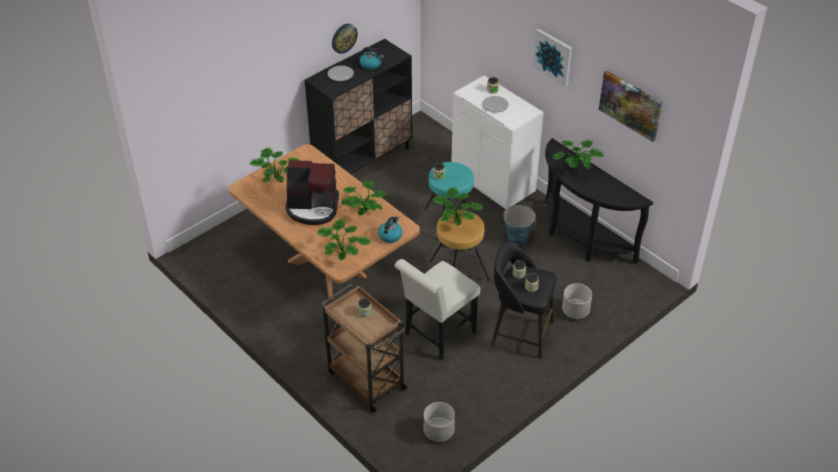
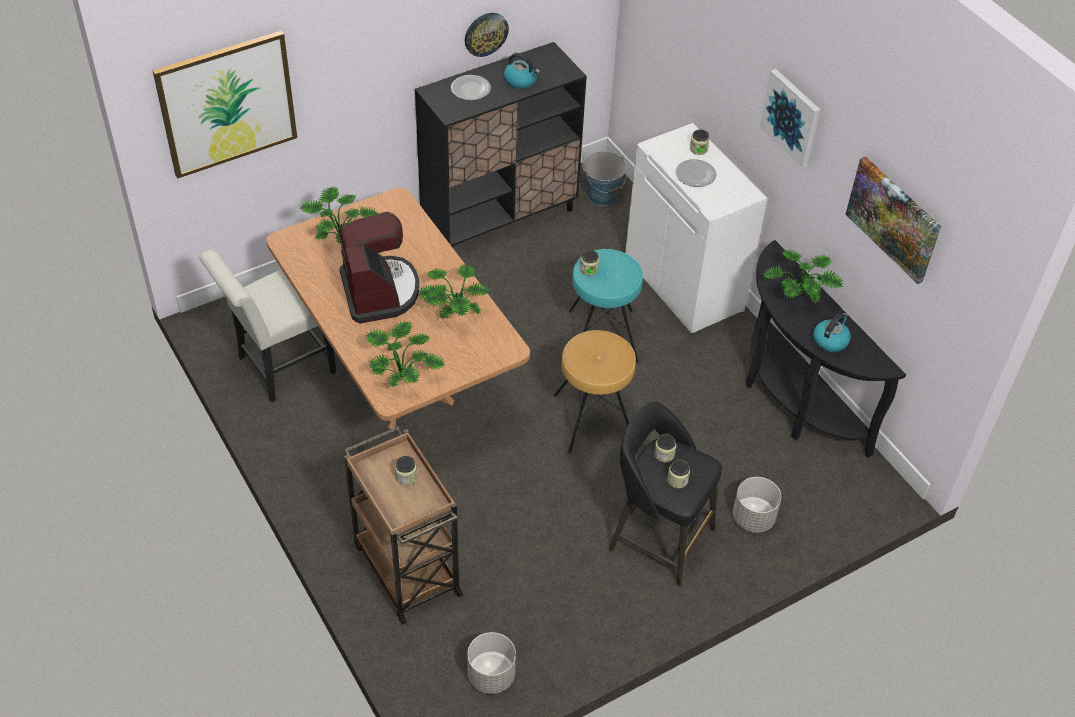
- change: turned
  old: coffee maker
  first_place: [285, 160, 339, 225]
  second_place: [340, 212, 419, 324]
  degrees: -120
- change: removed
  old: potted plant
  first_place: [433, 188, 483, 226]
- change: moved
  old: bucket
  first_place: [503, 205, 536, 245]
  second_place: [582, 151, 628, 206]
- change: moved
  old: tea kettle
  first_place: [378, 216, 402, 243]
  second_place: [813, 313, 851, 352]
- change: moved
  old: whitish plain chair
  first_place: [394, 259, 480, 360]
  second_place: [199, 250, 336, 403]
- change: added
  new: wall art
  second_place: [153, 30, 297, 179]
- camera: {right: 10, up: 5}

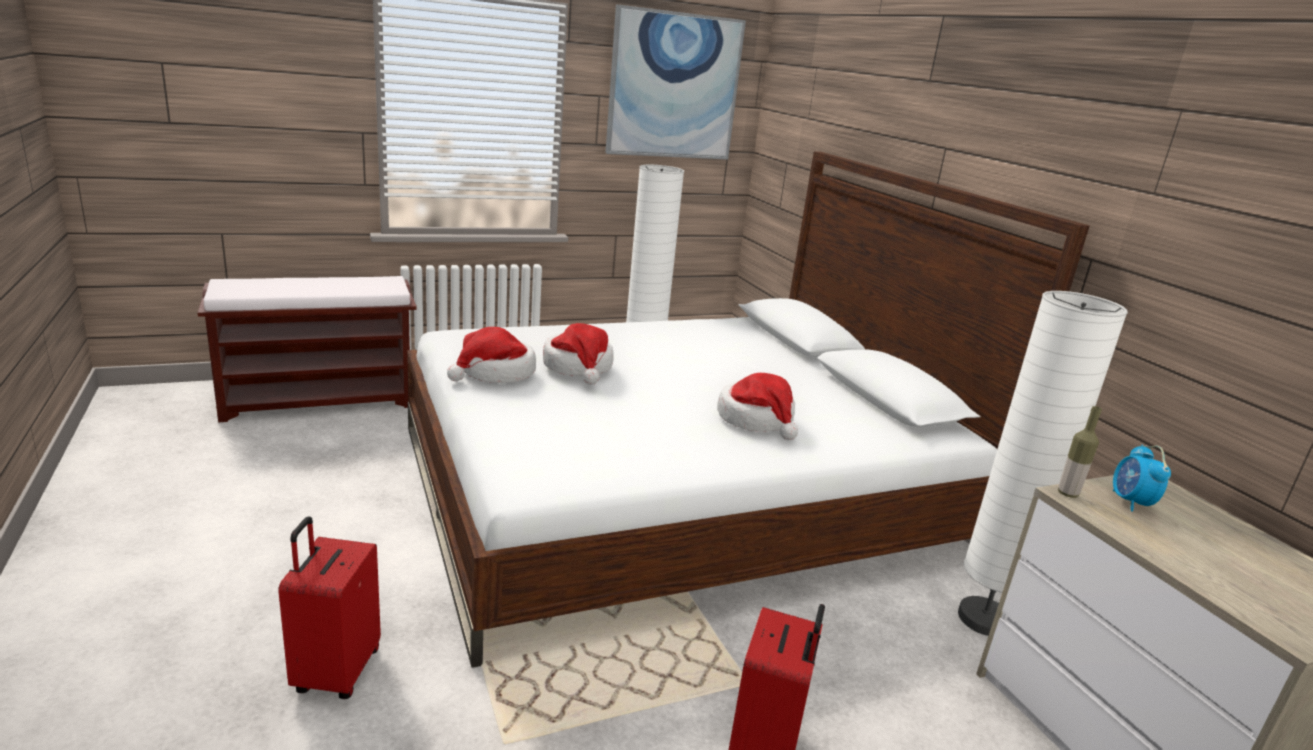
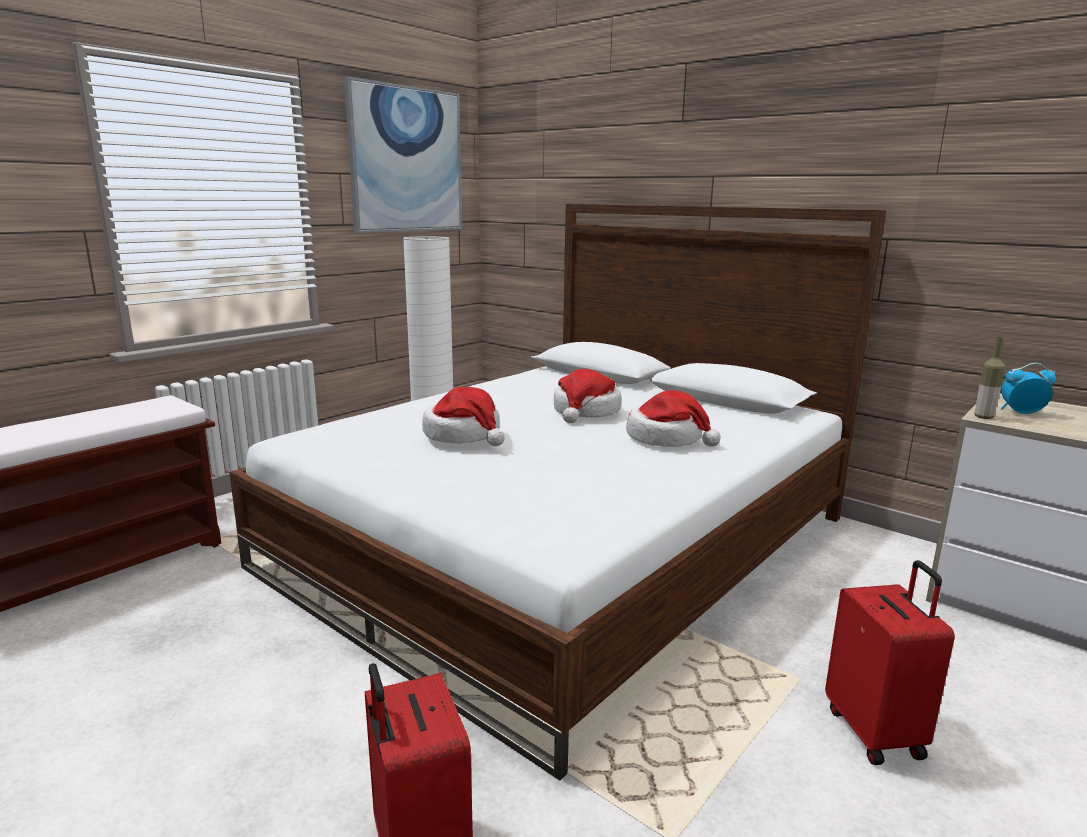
- change: removed
  old: whitish standard lamp
  first_place: [958, 291, 1128, 636]
- change: moved
  old: wearable hat
  first_place: [447, 327, 536, 383]
  second_place: [554, 369, 622, 423]
- change: turned
  old: table clock
  first_place: [1113, 445, 1171, 511]
  second_place: [1001, 363, 1056, 414]
  degrees: 120
- camera: {right: -25, up: -5}

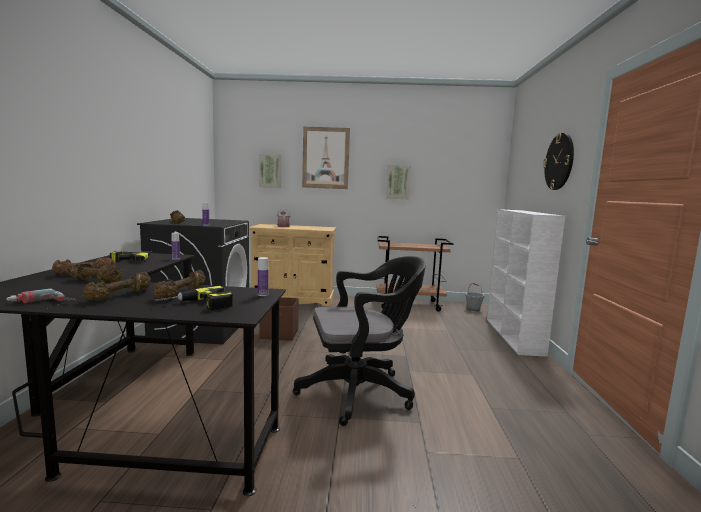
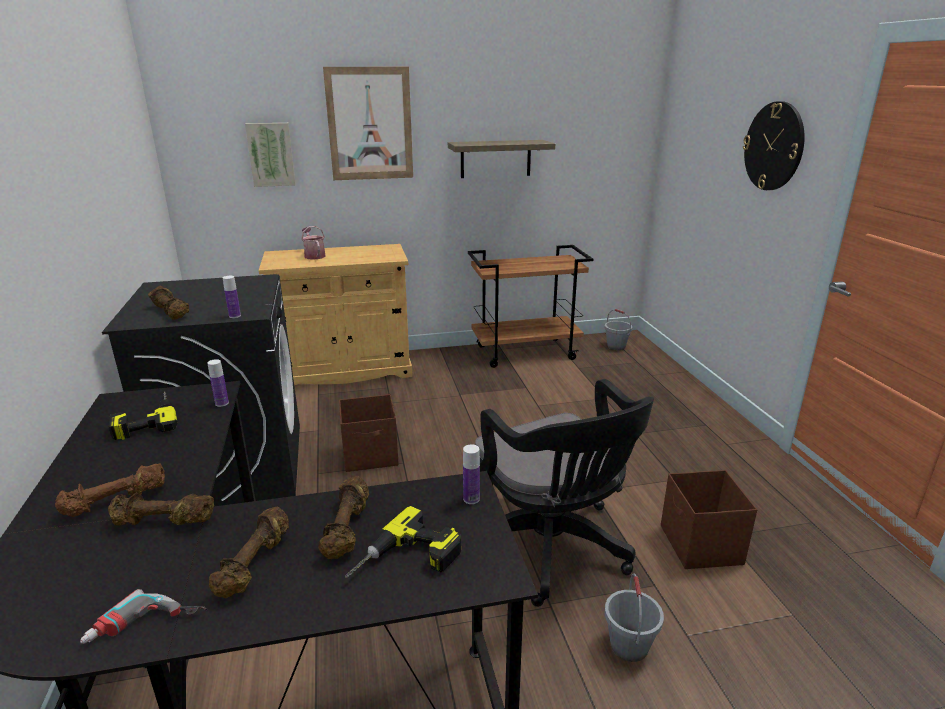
- change: replaced
  old: wall art
  new: shelf
  first_place: [386, 165, 411, 199]
  second_place: [448, 140, 555, 178]
- change: removed
  old: whitish bookcase
  first_place: [487, 209, 565, 357]
- change: turned
  old: black desk chair
  first_place: [293, 256, 426, 426]
  second_place: [475, 379, 654, 607]
  degrees: 90
- change: added
  new: brown-coloured storage container
  second_place: [661, 470, 757, 569]
- change: added
  new: greyish bucket
  second_place: [605, 573, 664, 662]
- camera: {right: -15, up: 15}

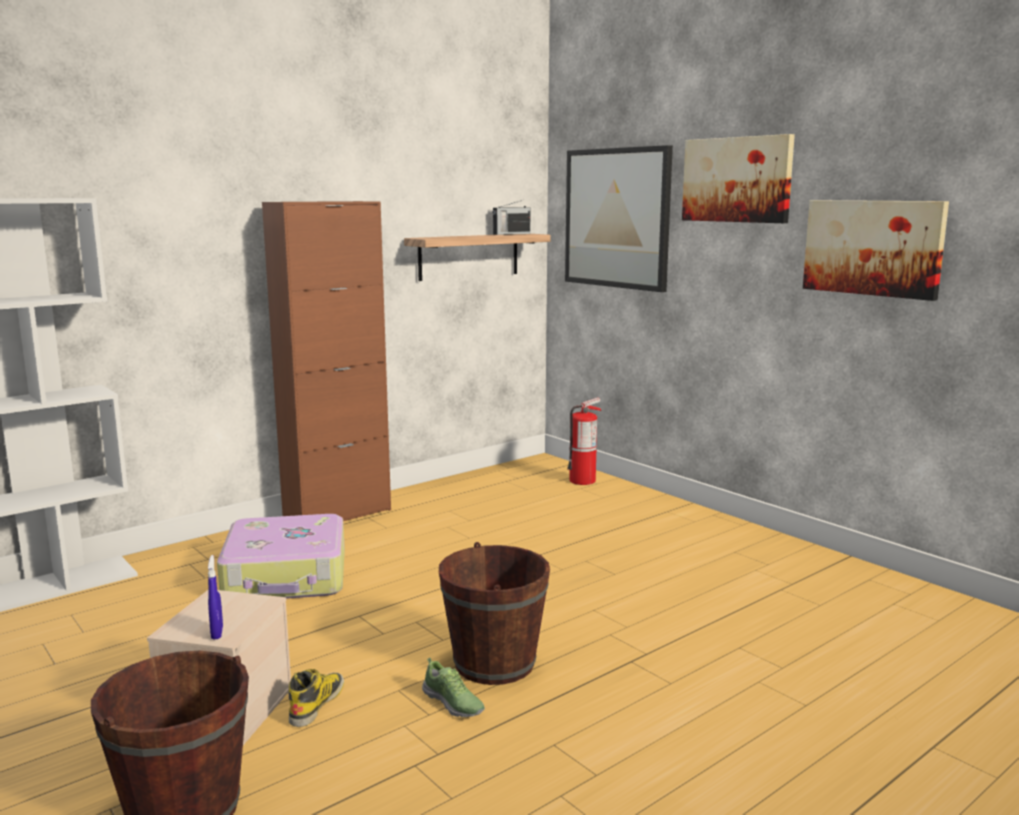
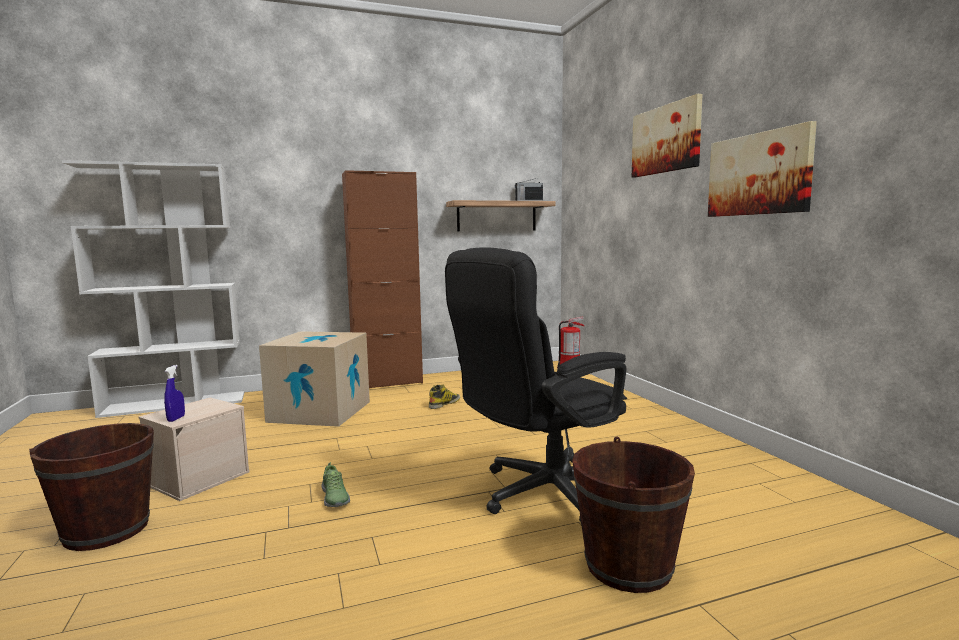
- change: removed
  old: wall art
  first_place: [565, 145, 673, 292]
- change: replaced
  old: suitcase
  new: carton
  first_place: [217, 514, 345, 599]
  second_place: [259, 331, 370, 427]
- change: moved
  old: brown-coloured bucket
  first_place: [439, 542, 550, 685]
  second_place: [572, 436, 695, 593]
- change: moved
  old: high-top boot
  first_place: [288, 669, 344, 727]
  second_place: [429, 385, 460, 409]
- change: added
  new: black desk chair
  second_place: [445, 247, 627, 522]
- camera: {right: 20, up: -5}

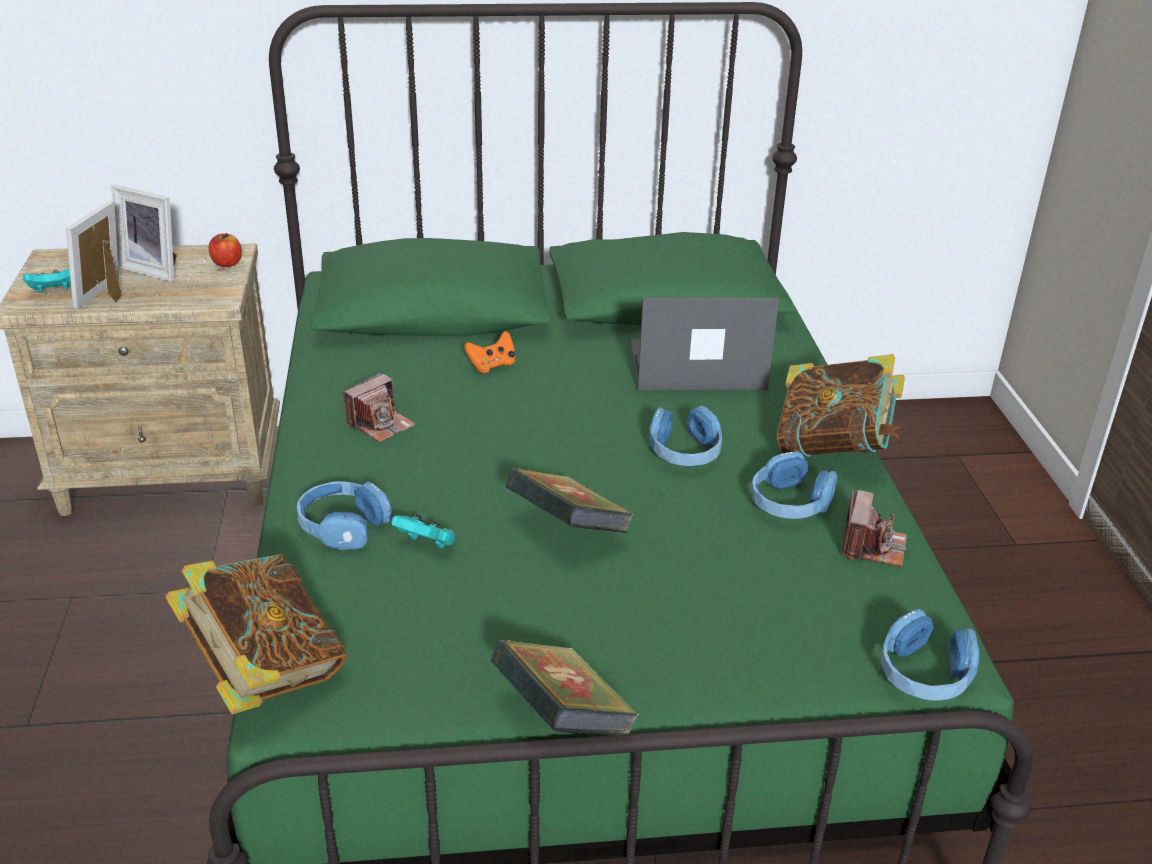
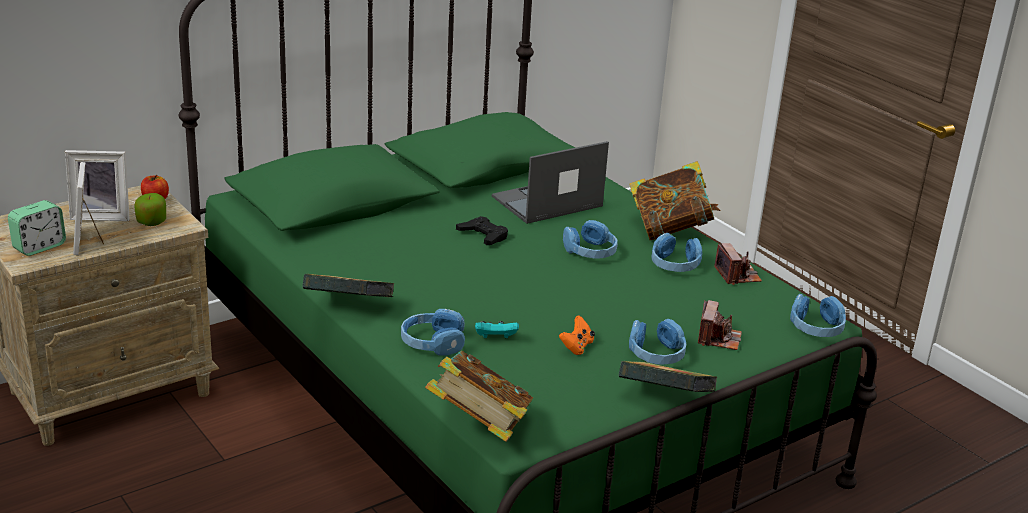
- change: replaced
  old: turquoise-coloured gamepad
  new: table clock
  first_place: [23, 269, 71, 292]
  second_place: [8, 200, 66, 256]
- change: moved
  old: orangey gamepad
  first_place: [464, 331, 515, 373]
  second_place: [559, 315, 595, 355]
- change: moved
  old: still camera
  first_place: [343, 373, 416, 442]
  second_place: [698, 300, 742, 350]
- change: moved
  old: book
  first_place: [505, 468, 634, 533]
  second_place: [302, 274, 395, 297]
- change: added
  new: apple
  second_place: [134, 193, 166, 226]
- change: added
  new: black gamepad
  second_place: [456, 216, 508, 245]
- change: added
  new: bluish headphones
  second_place: [629, 319, 686, 365]
- camera: {right: -30, up: -5}

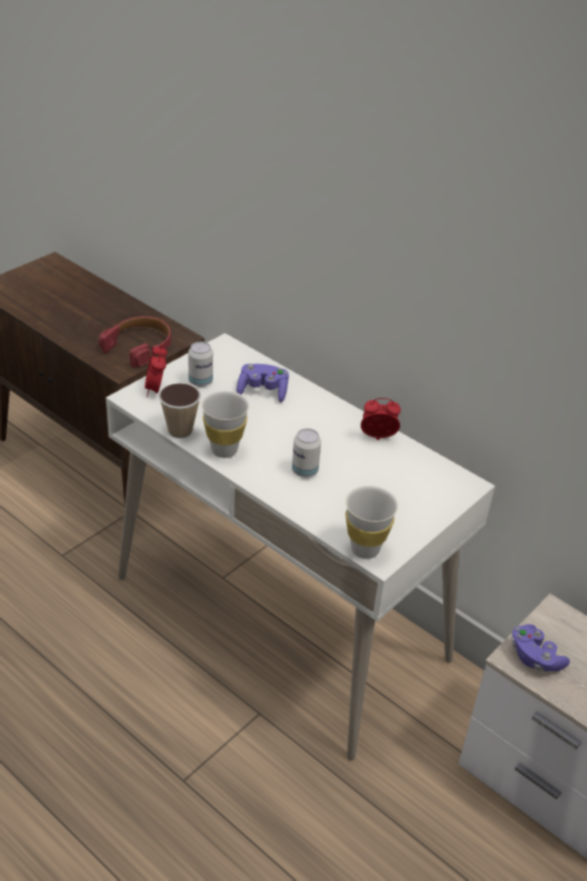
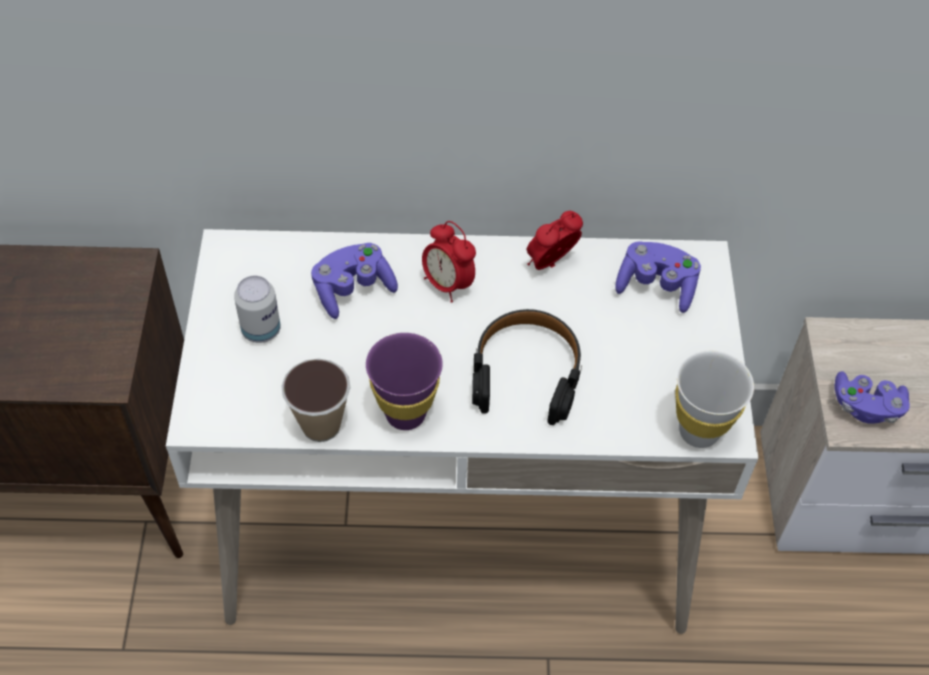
- change: removed
  old: reddish headphones
  first_place: [99, 316, 171, 367]
- change: moved
  old: table clock
  first_place: [145, 344, 167, 397]
  second_place: [422, 221, 476, 303]
- change: recoloured
  old: whitish small cup
  new: purple-coloured small cup
  first_place: [201, 391, 249, 458]
  second_place: [366, 333, 443, 430]
- change: replaced
  old: sealed can
  new: black headphones
  first_place: [292, 428, 321, 478]
  second_place: [472, 309, 582, 425]
- change: added
  new: purple-coloured gamepad
  second_place: [615, 241, 701, 313]
- camera: {right: -40, up: 15}

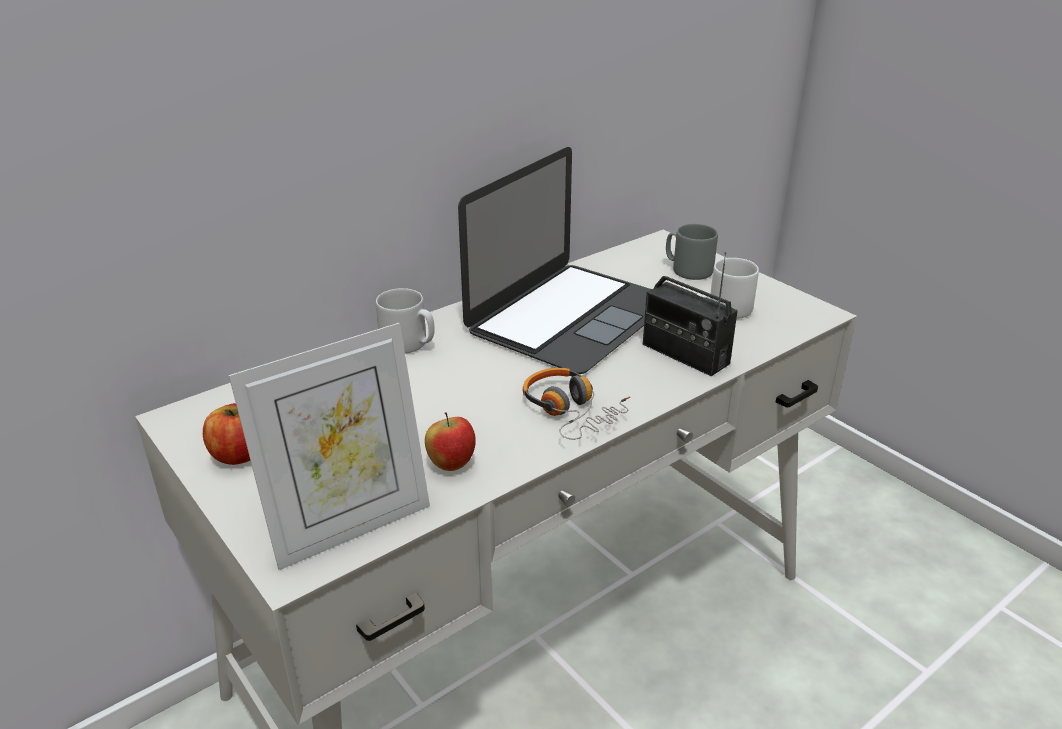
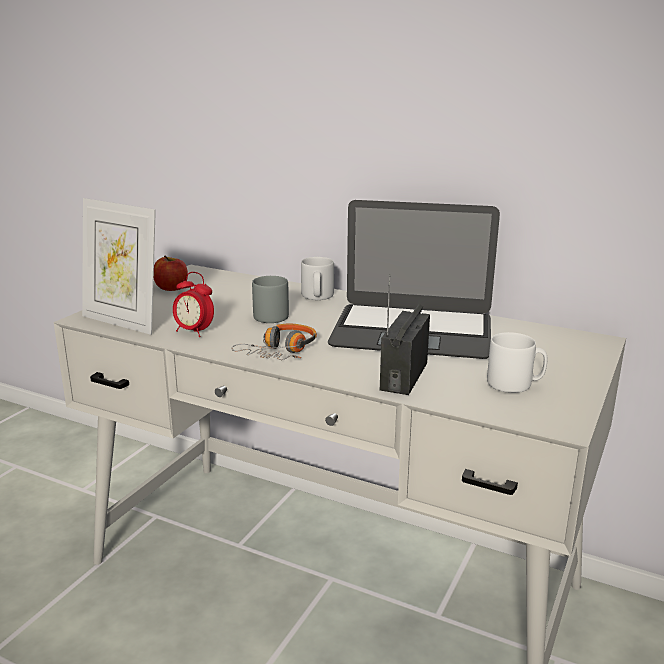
- change: moved
  old: greyish tea mug
  first_place: [666, 224, 718, 280]
  second_place: [252, 276, 289, 323]
- change: replaced
  old: apple
  new: table clock
  first_place: [425, 412, 476, 471]
  second_place: [173, 272, 214, 337]
- camera: {right: 65, up: -10}

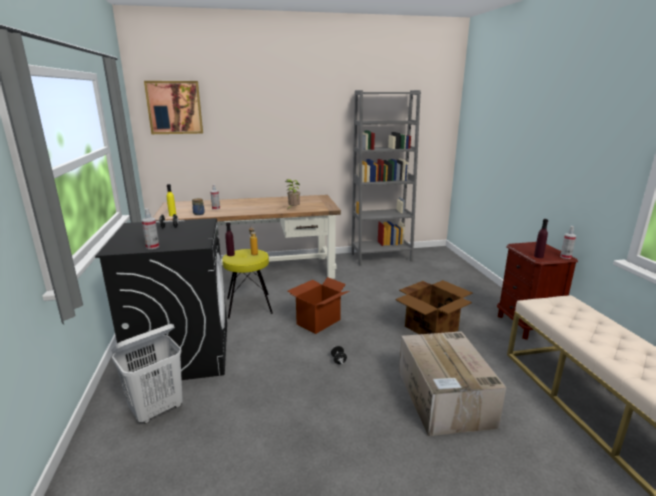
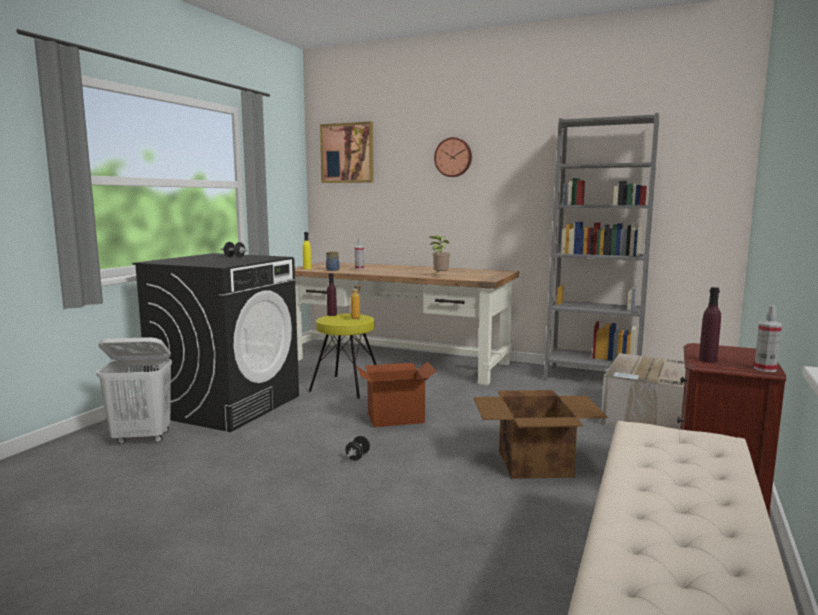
- change: removed
  old: hand sprayer
  first_place: [142, 208, 159, 249]
- change: moved
  old: carton
  first_place: [399, 331, 506, 436]
  second_place: [601, 353, 686, 429]
- change: added
  new: hanging clock
  second_place: [434, 137, 472, 177]
- camera: {right: 35, up: -10}

